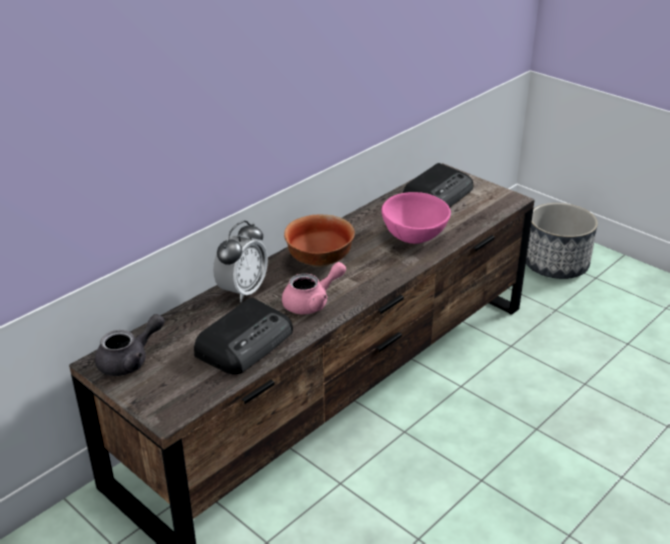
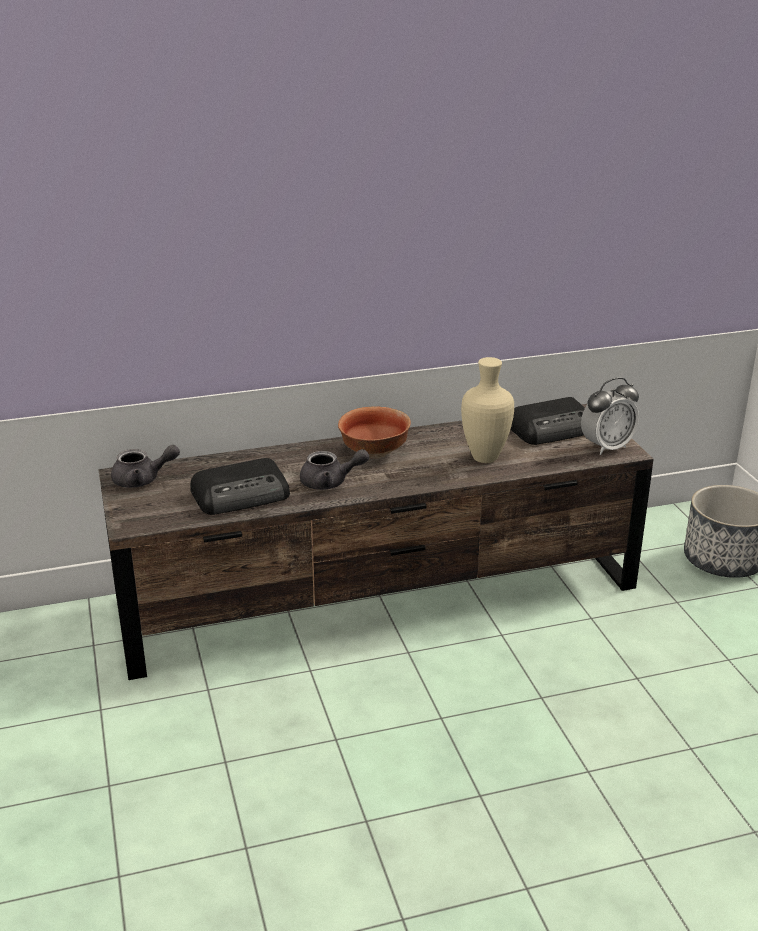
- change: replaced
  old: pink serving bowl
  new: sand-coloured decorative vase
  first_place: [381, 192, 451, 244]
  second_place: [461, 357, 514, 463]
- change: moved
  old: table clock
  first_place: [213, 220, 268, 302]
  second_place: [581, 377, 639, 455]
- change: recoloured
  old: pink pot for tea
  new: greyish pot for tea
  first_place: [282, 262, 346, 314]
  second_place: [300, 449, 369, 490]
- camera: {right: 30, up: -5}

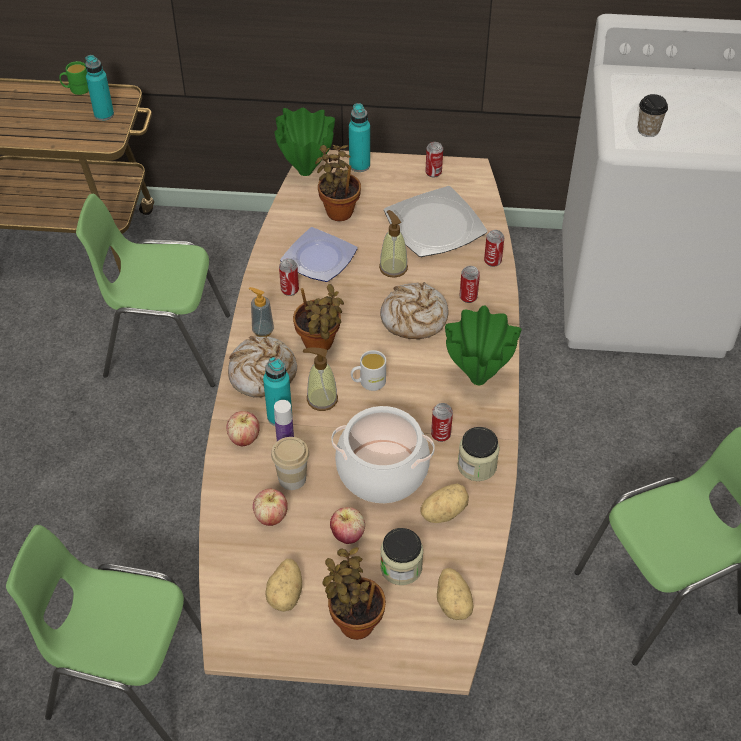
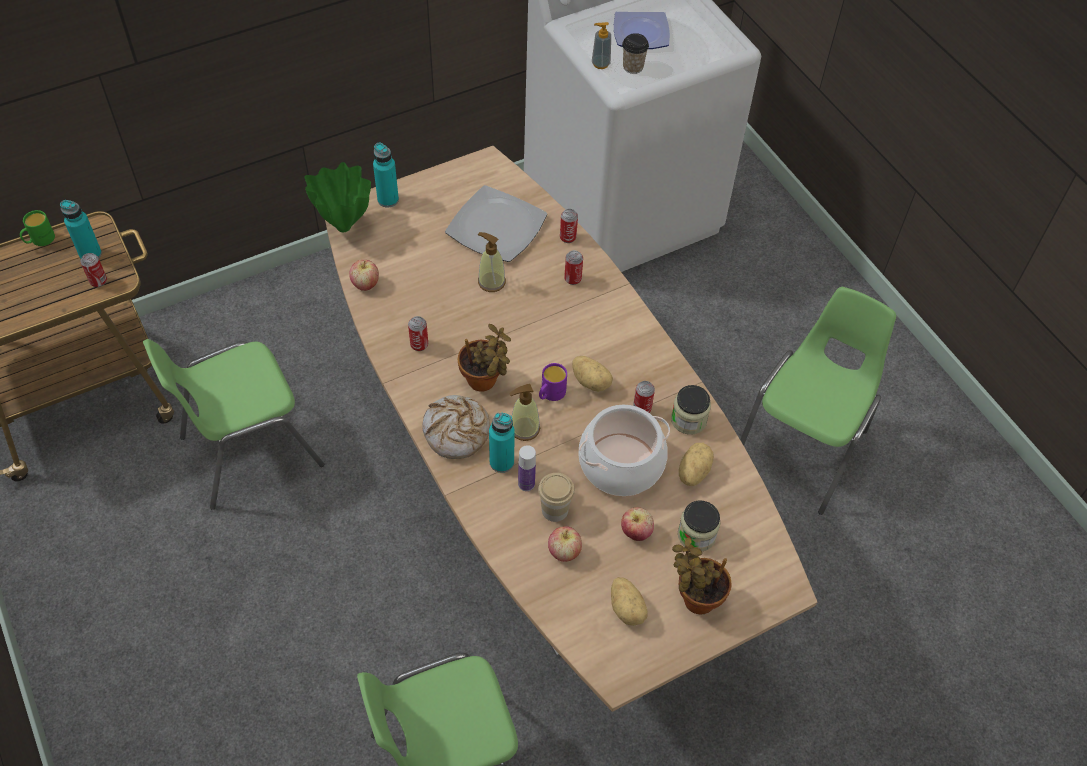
- change: moved
  old: sealed can
  first_place: [425, 142, 443, 178]
  second_place: [81, 253, 107, 287]
- change: removed
  old: potted plant
  first_place: [315, 145, 361, 221]
- change: moved
  old: dinner plate
  first_place: [280, 227, 358, 282]
  second_place: [614, 12, 670, 49]
- change: removed
  old: bakery bread
  first_place: [380, 282, 449, 339]
- change: moved
  old: liquid soap bottle
  first_place: [249, 287, 274, 337]
  second_place: [592, 22, 611, 69]
- change: removed
  old: green decorative vase
  first_place: [445, 305, 522, 385]
- change: recoloured
  old: whitish tea mug
  new: purple-coloured tea mug
  first_place: [351, 350, 386, 391]
  second_place: [539, 363, 567, 401]
- change: moved
  old: apple
  first_place: [226, 411, 260, 446]
  second_place: [349, 260, 379, 291]
- change: moved
  old: potato
  first_place: [437, 568, 473, 620]
  second_place: [572, 356, 613, 392]
- camera: {right: -35, up: 5}

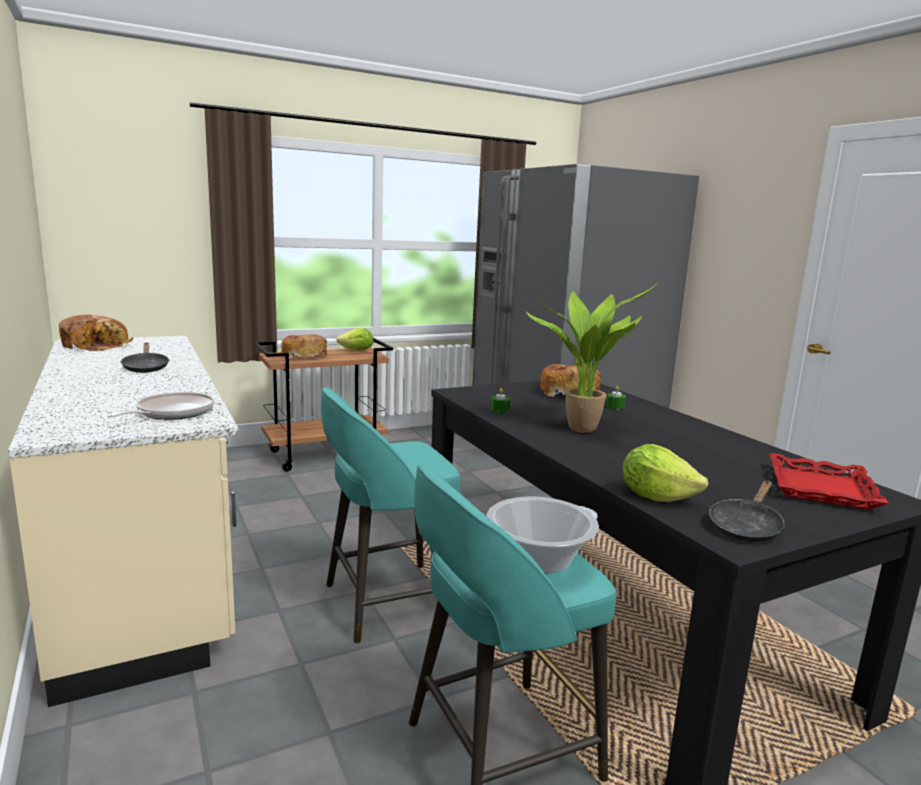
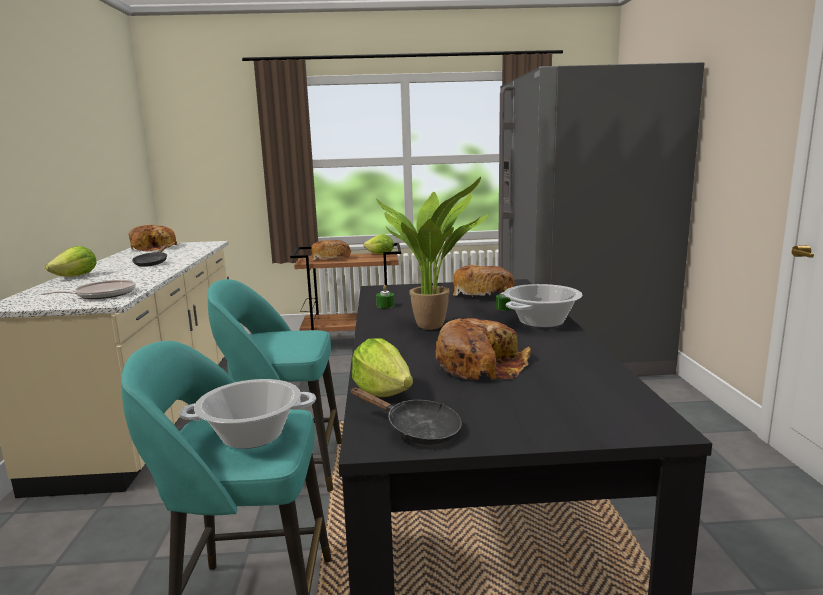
- change: removed
  old: reddish carrying tray
  first_place: [769, 453, 889, 510]
- change: turned
  old: black pan
  first_place: [709, 481, 785, 542]
  second_place: [350, 388, 462, 445]
  degrees: -120
- change: added
  new: lettuce
  second_place: [46, 246, 97, 277]
- change: added
  new: cooking pot
  second_place: [504, 284, 582, 328]
- change: added
  new: bakery bread
  second_place: [436, 318, 531, 380]
- camera: {right: 25, up: 0}

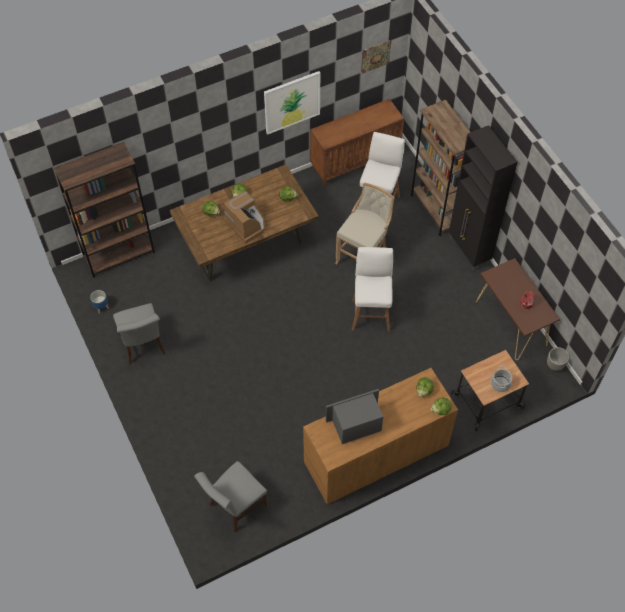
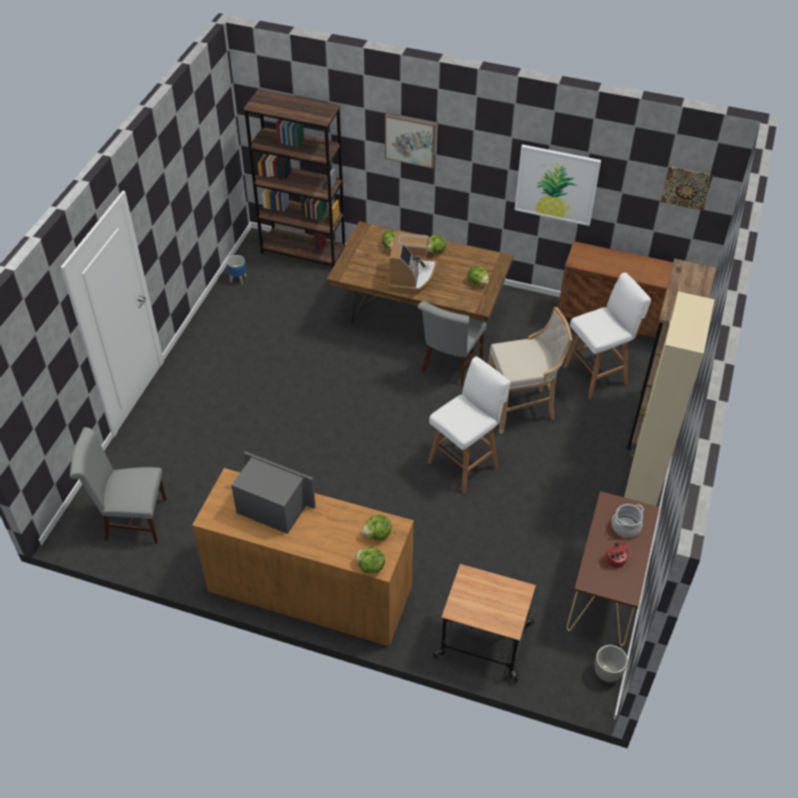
- change: recoloured
  old: black storage cabinet
  new: sand-coloured storage cabinet
  first_place: [449, 125, 517, 271]
  second_place: [624, 291, 715, 506]
- change: moved
  old: greyish plain chair
  first_place: [113, 303, 165, 365]
  second_place: [418, 301, 487, 386]
- change: moved
  old: cooking pot
  first_place: [491, 366, 512, 392]
  second_place: [612, 504, 644, 537]
- change: added
  new: wall art
  second_place: [385, 114, 436, 169]
- camera: {right: 45, up: -10}

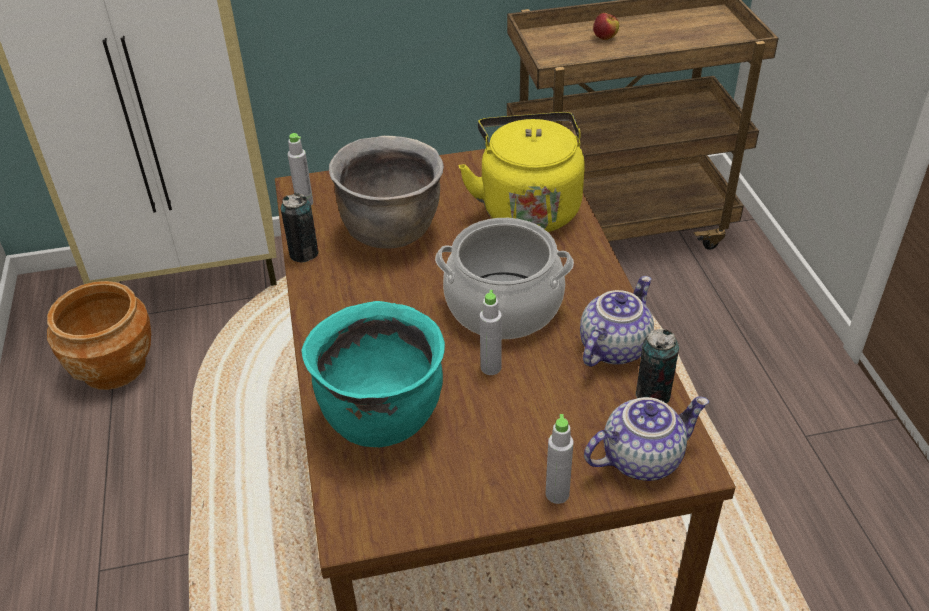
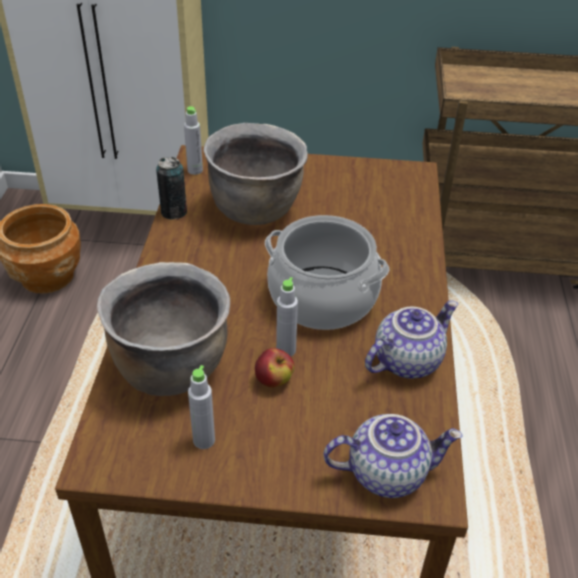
- change: moved
  old: apple
  first_place: [593, 13, 619, 40]
  second_place: [255, 348, 295, 388]
- change: removed
  old: yellowish tea kettle
  first_place: [459, 112, 585, 232]
- change: recoloured
  old: turquoise-coloured cooking pot
  new: brown-coloured cooking pot
  first_place: [302, 301, 445, 447]
  second_place: [97, 262, 230, 396]
- change: removed
  old: sealed can
  first_place: [636, 329, 679, 404]
- change: moved
  old: greyish beverage bottle
  first_place: [545, 414, 574, 504]
  second_place: [188, 365, 215, 449]
- camera: {right: 15, up: 0}

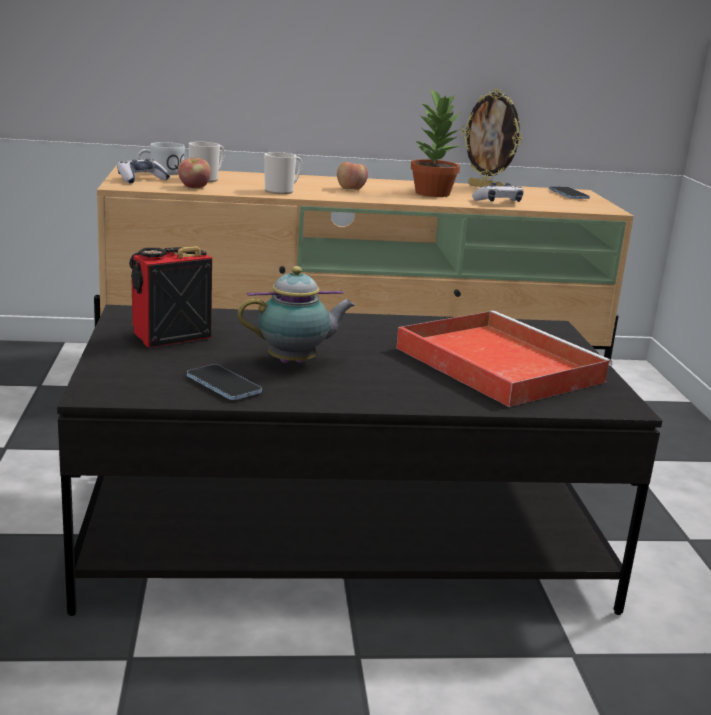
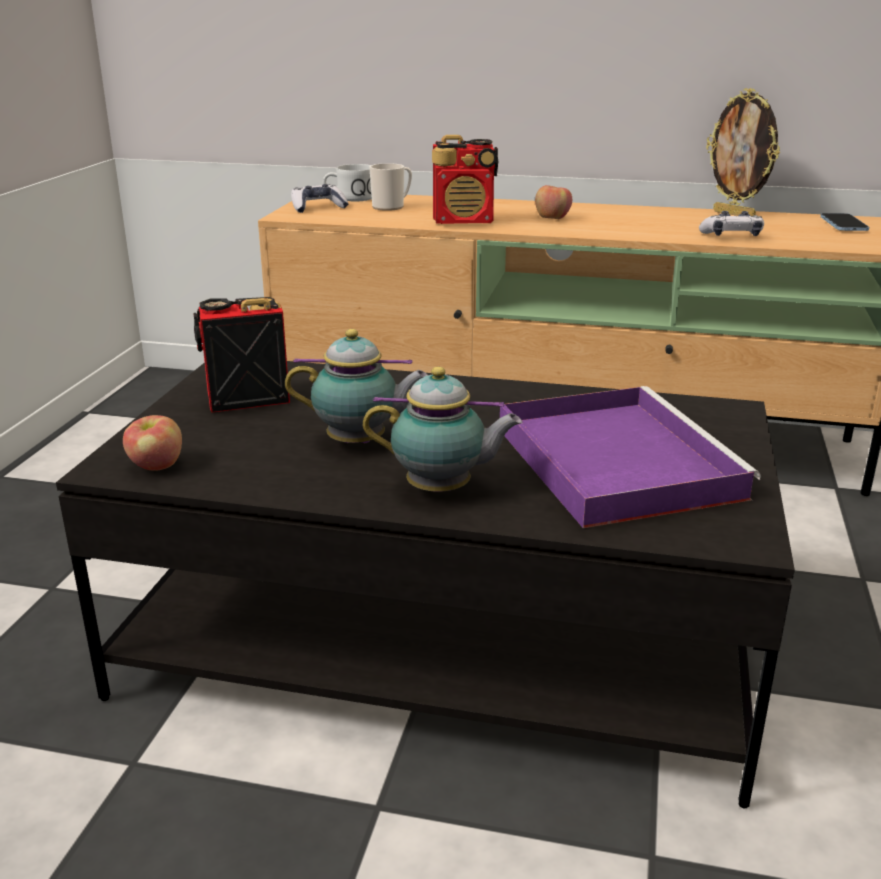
- change: removed
  old: potted plant
  first_place: [411, 88, 460, 197]
- change: replaced
  old: tea mug
  new: radio
  first_place: [264, 152, 302, 194]
  second_place: [432, 135, 498, 224]
- change: moved
  old: apple
  first_place: [178, 158, 211, 188]
  second_place: [123, 415, 182, 471]
- change: recoloured
  old: reddish carrying tray
  new: purple-coloured carrying tray
  first_place: [396, 311, 612, 407]
  second_place: [500, 386, 761, 528]
- change: removed
  old: telephone
  first_place: [187, 364, 262, 400]
- change: added
  new: pot for tea
  second_place: [363, 367, 522, 492]
- camera: {right: 20, up: 5}

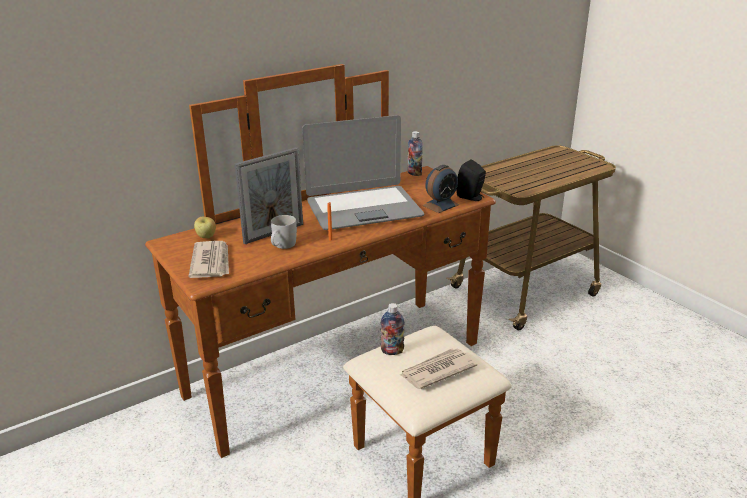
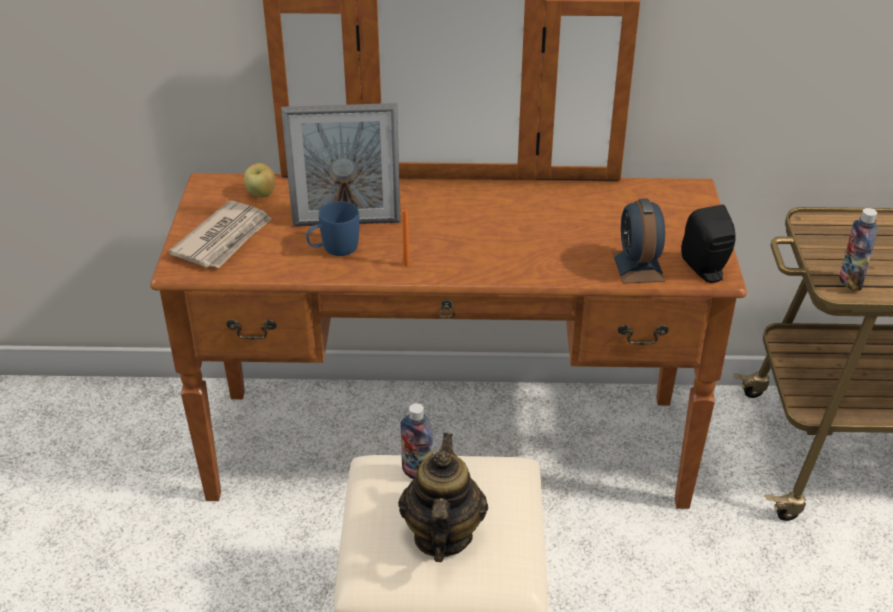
- change: removed
  old: notebook computer
  first_place: [302, 115, 424, 230]
- change: moved
  old: beverage bottle
  first_place: [408, 131, 423, 176]
  second_place: [839, 208, 878, 291]
- change: turned
  old: table clock
  first_place: [422, 165, 459, 213]
  second_place: [612, 198, 665, 284]
  degrees: 90
- change: recoloured
  old: whitish tea mug
  new: bluish tea mug
  first_place: [271, 215, 297, 249]
  second_place: [306, 201, 359, 256]
- change: replaced
  old: newspaper
  new: pot for tea
  first_place: [400, 349, 477, 389]
  second_place: [398, 433, 488, 562]
- camera: {right: 35, up: 10}

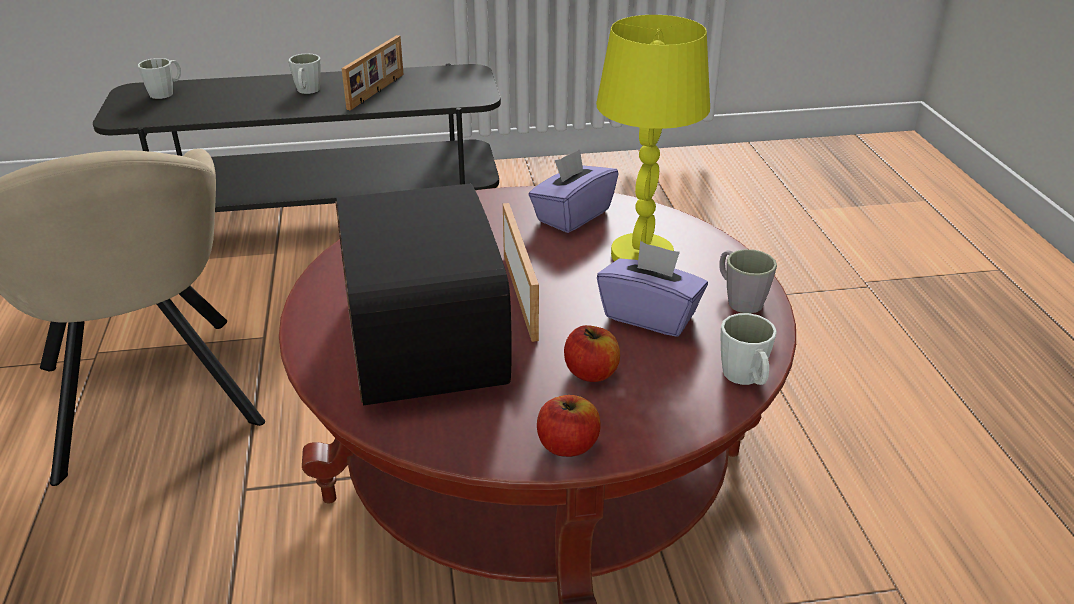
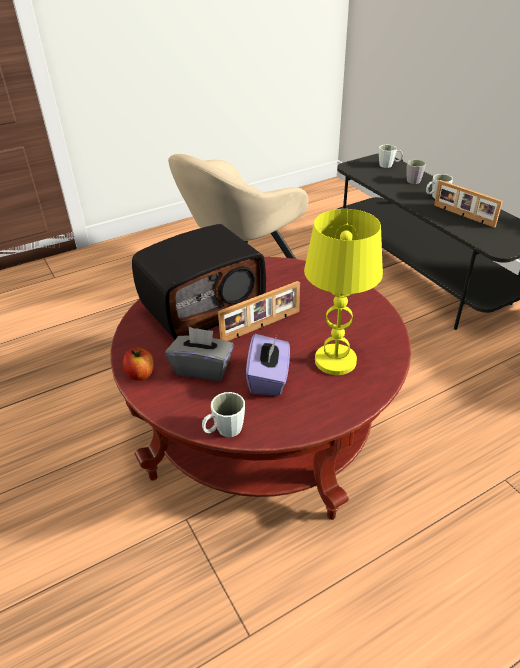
- change: turned
  old: standing frame
  first_place: [342, 35, 404, 110]
  second_place: [434, 180, 503, 228]
  degrees: 45
- change: removed
  old: purple-coloured tissue holder
  first_place: [528, 149, 619, 233]
- change: moved
  old: greyish tea mug
  first_place: [719, 249, 777, 313]
  second_place: [407, 160, 426, 184]
- change: replaced
  old: apple
  new: greyish tissue holder
  first_place: [564, 325, 620, 382]
  second_place: [165, 327, 234, 381]
- camera: {right: 70, up: 5}

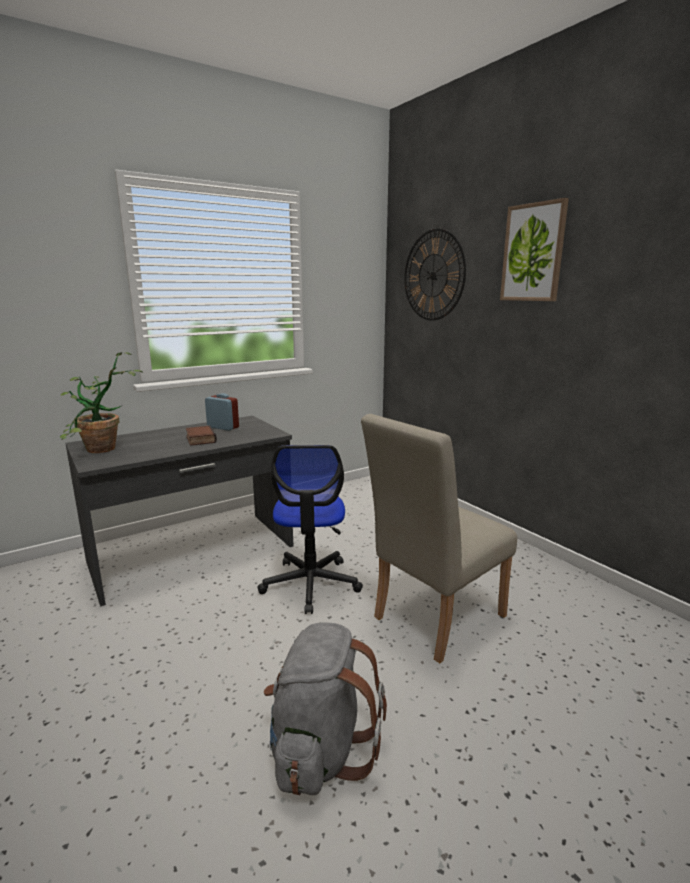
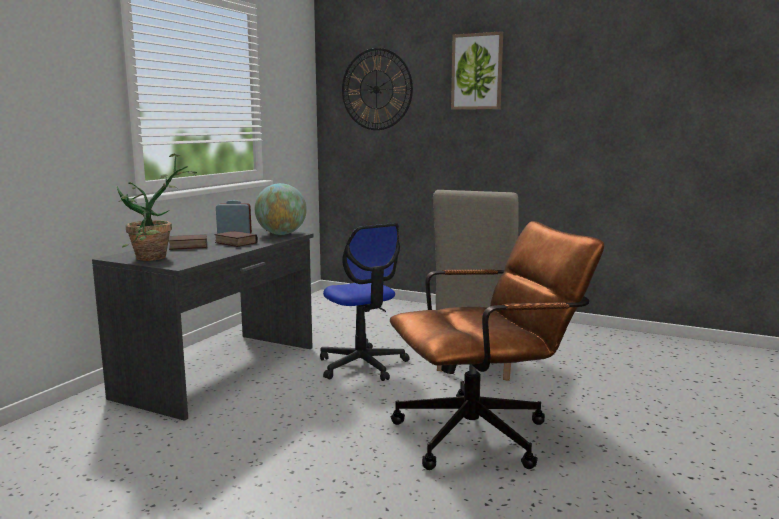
- change: replaced
  old: greyish knapsack
  new: brown-coloured desk chair
  first_place: [264, 622, 387, 795]
  second_place: [390, 221, 604, 470]
- change: added
  new: desk globe
  second_place: [255, 183, 307, 235]
- change: added
  new: book
  second_place: [169, 234, 207, 250]
- camera: {right: -30, up: -5}

